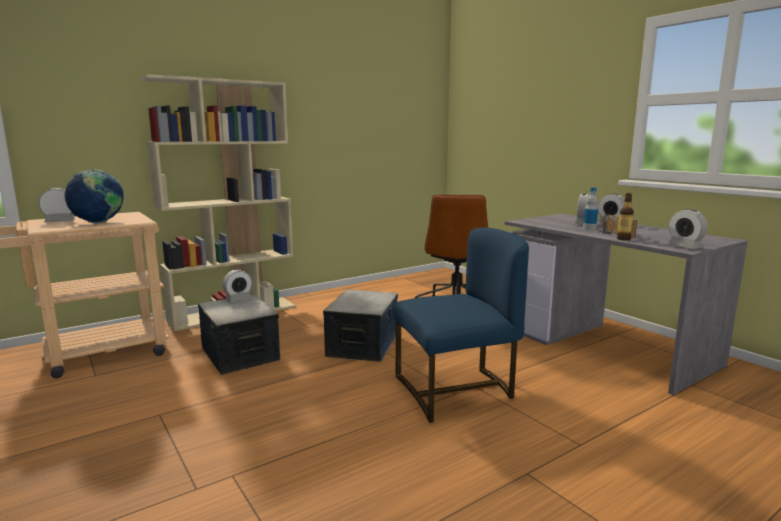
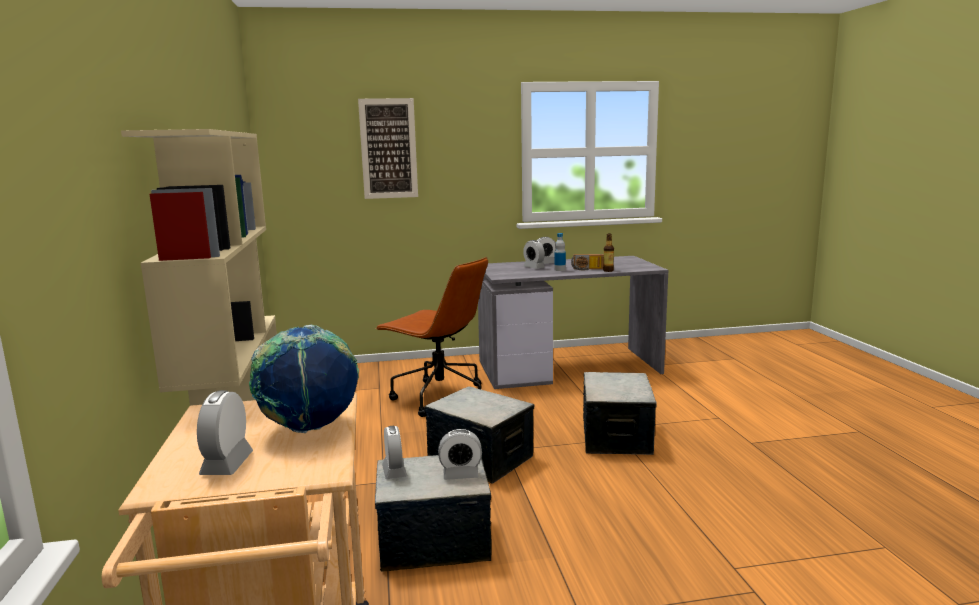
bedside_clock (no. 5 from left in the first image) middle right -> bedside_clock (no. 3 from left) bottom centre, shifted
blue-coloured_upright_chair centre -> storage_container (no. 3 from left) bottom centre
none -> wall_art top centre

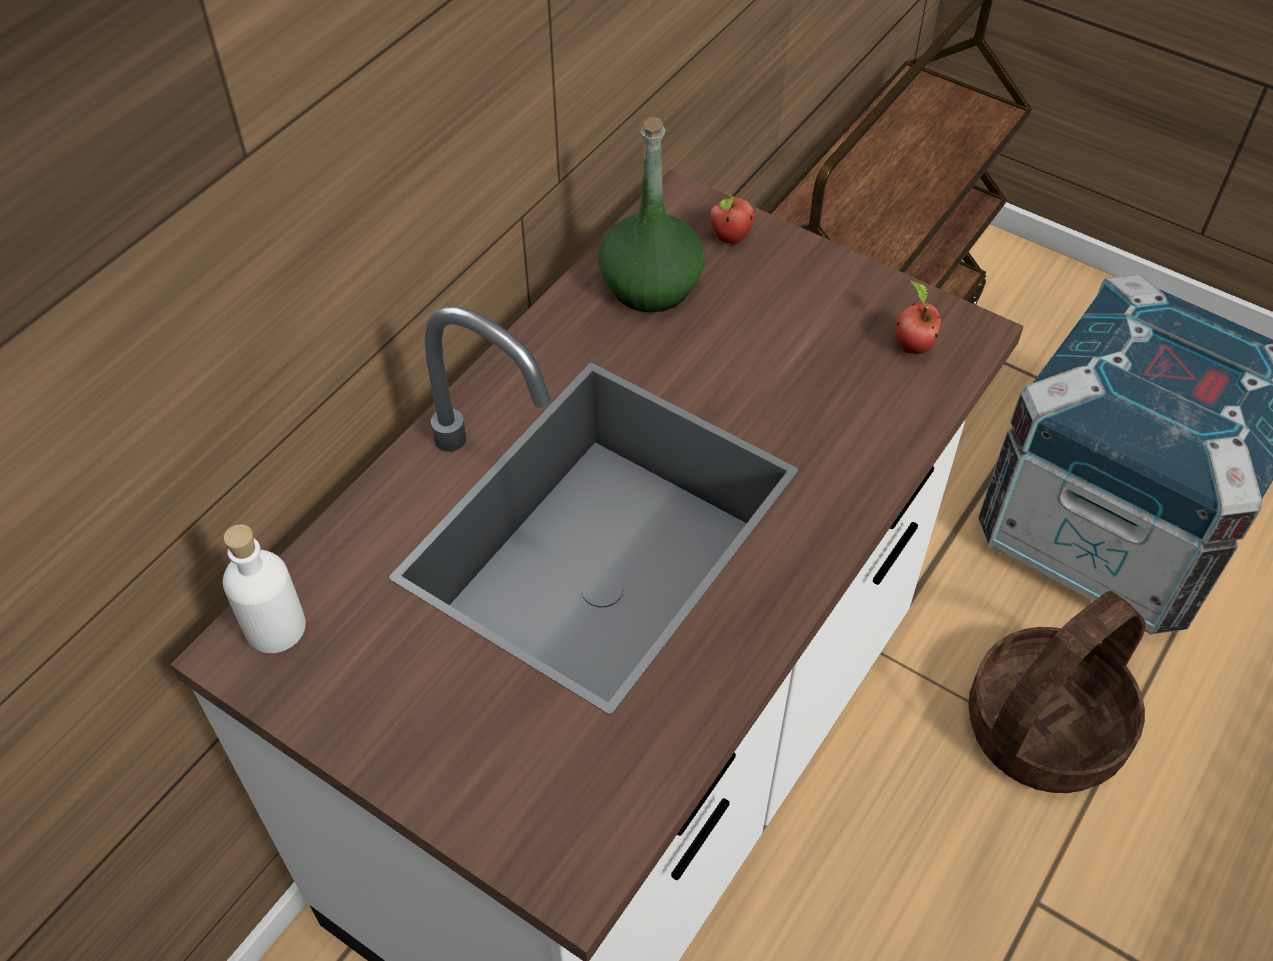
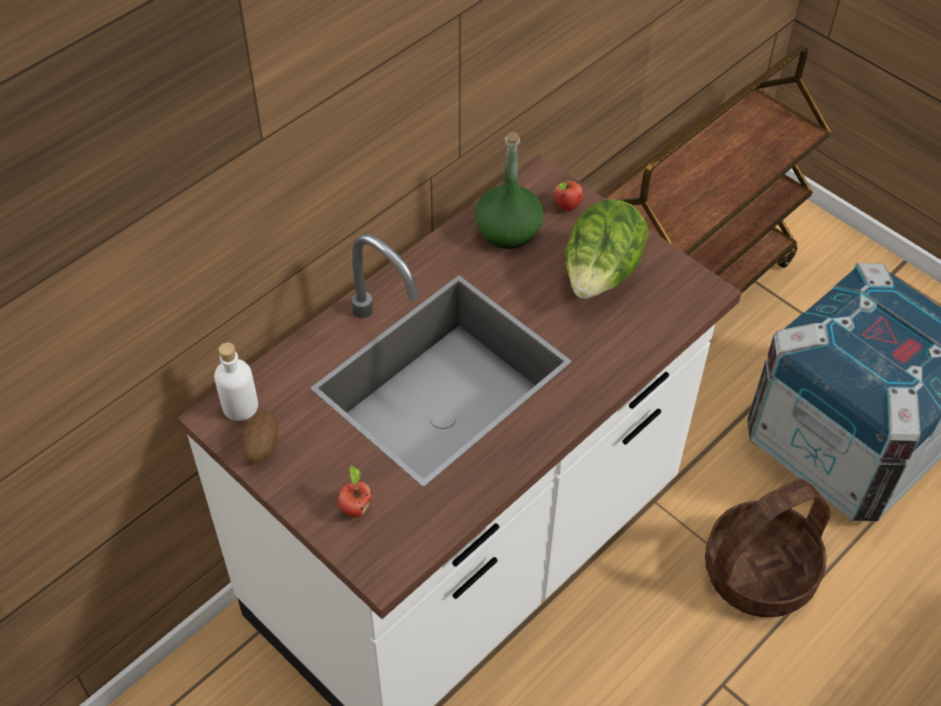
apple (no. 2 from left in the first image) top right -> apple (no. 1 from left) bottom centre, shifted
none -> lettuce_head centre
none -> whole_potato middle left

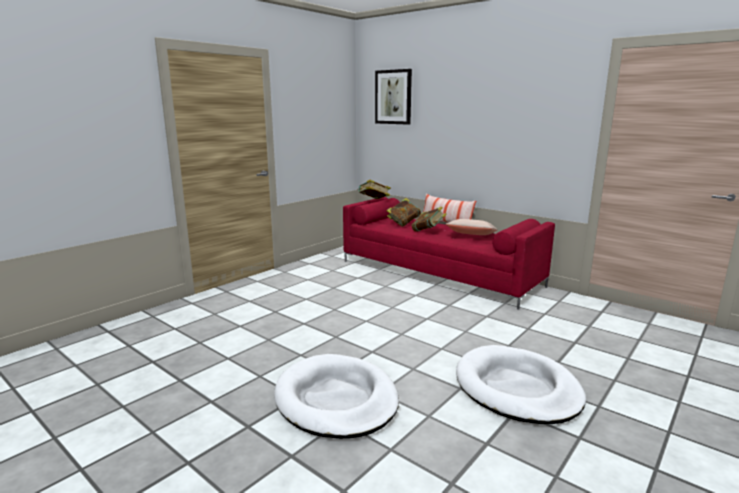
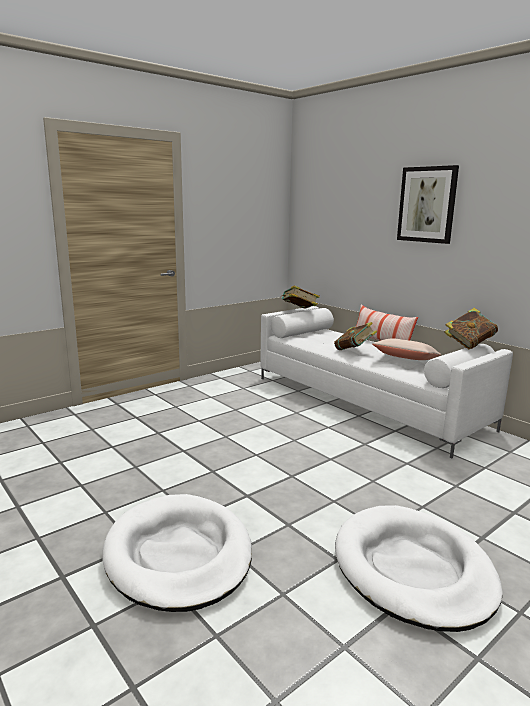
wall_art top centre -> wall_art top right, shifted
red-coloured_couch centre -> white-coloured_couch middle right
book (no. 2 from left in the first image) centre -> book (no. 3 from left) middle right, shifted

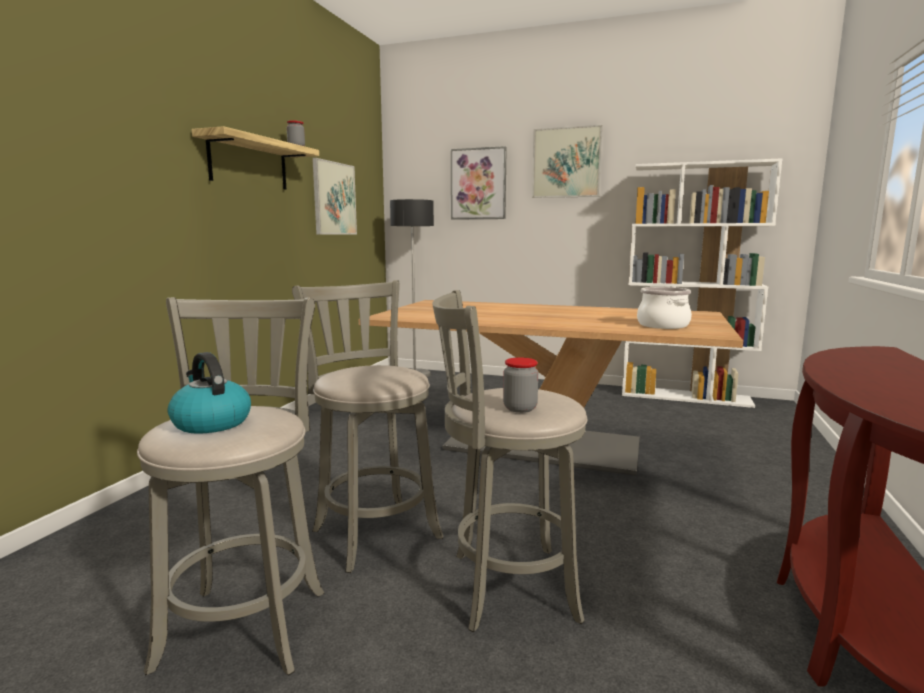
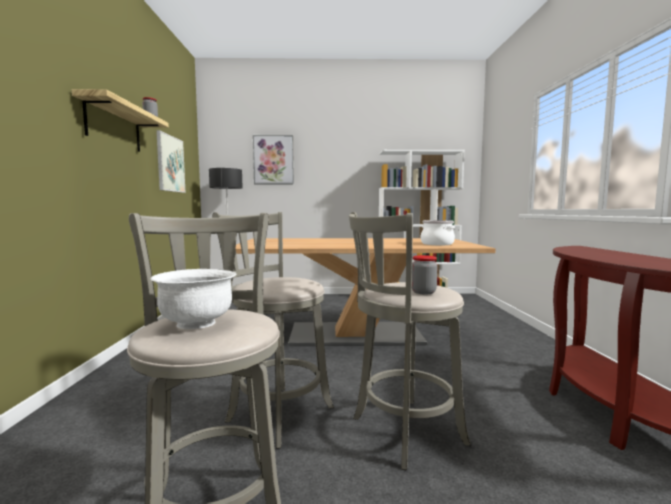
wall_art (no. 3 from left) top centre -> none
water_kettle middle left -> white-coloured_bowl middle left

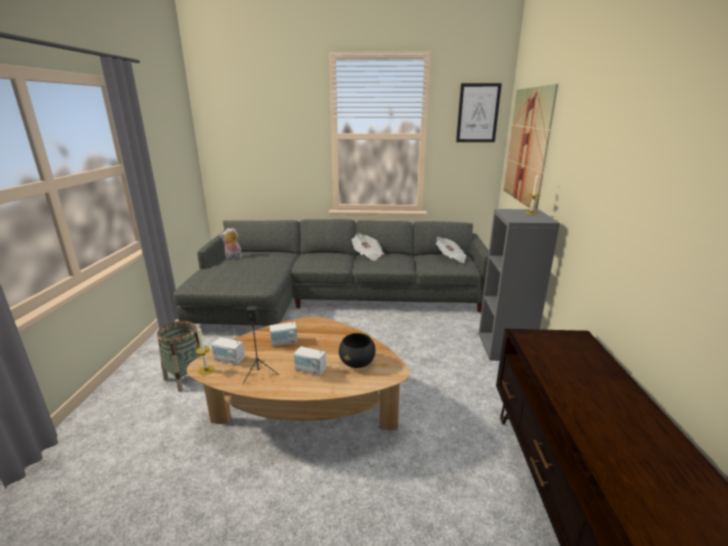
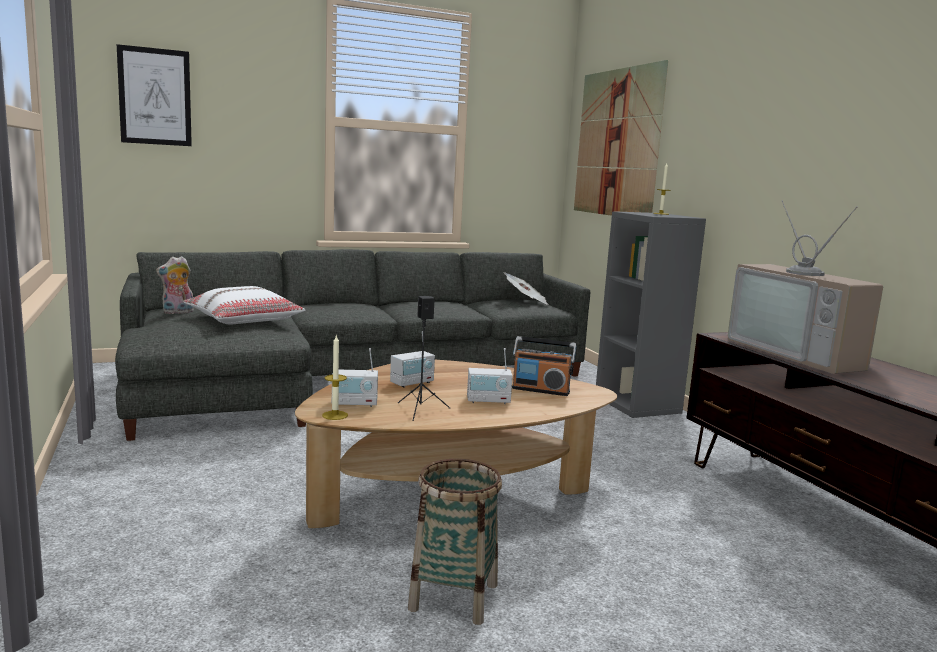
wall_art (no. 1 from left) top centre -> wall_art (no. 1 from left) top left, shifted
newspaper (no. 1 from left) centre -> none
storage_basket middle left -> storage_basket bottom centre, shifted
black_bowl centre -> radio (no. 4 from left) centre
none -> television middle right
none -> white-coloured_throw_pillow middle left

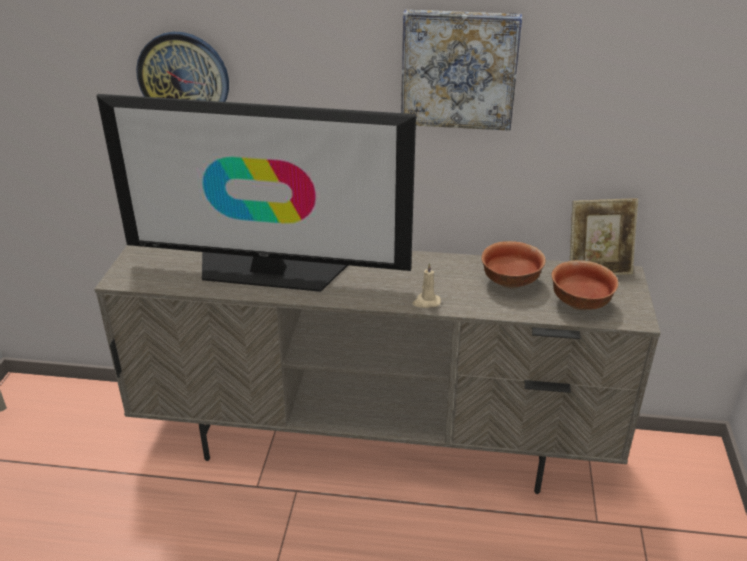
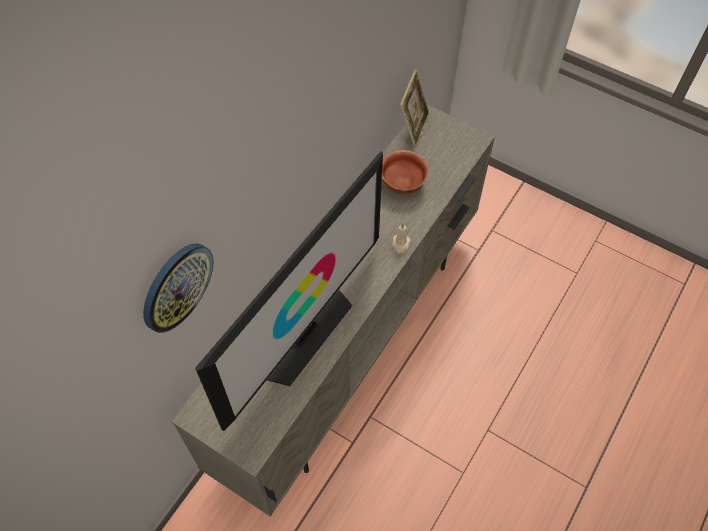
wall_art top centre -> none
bowl (no. 2 from left) middle right -> none

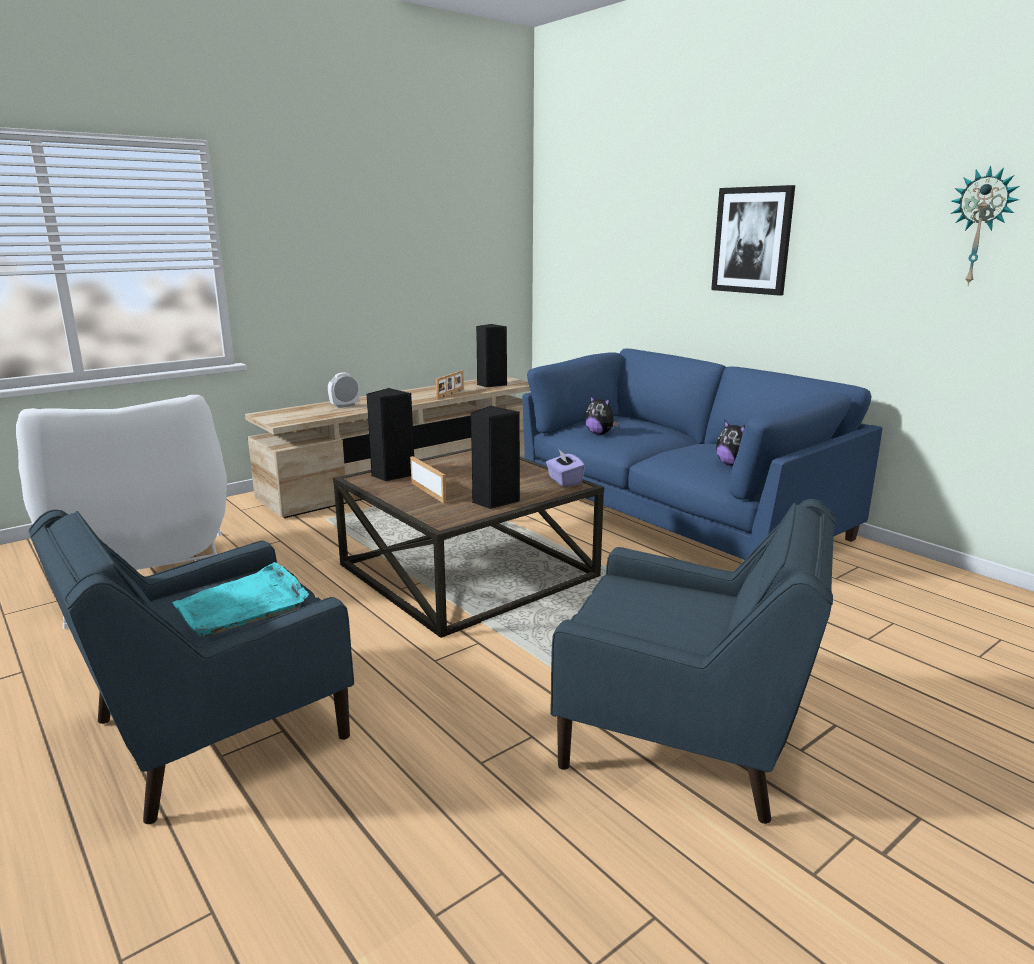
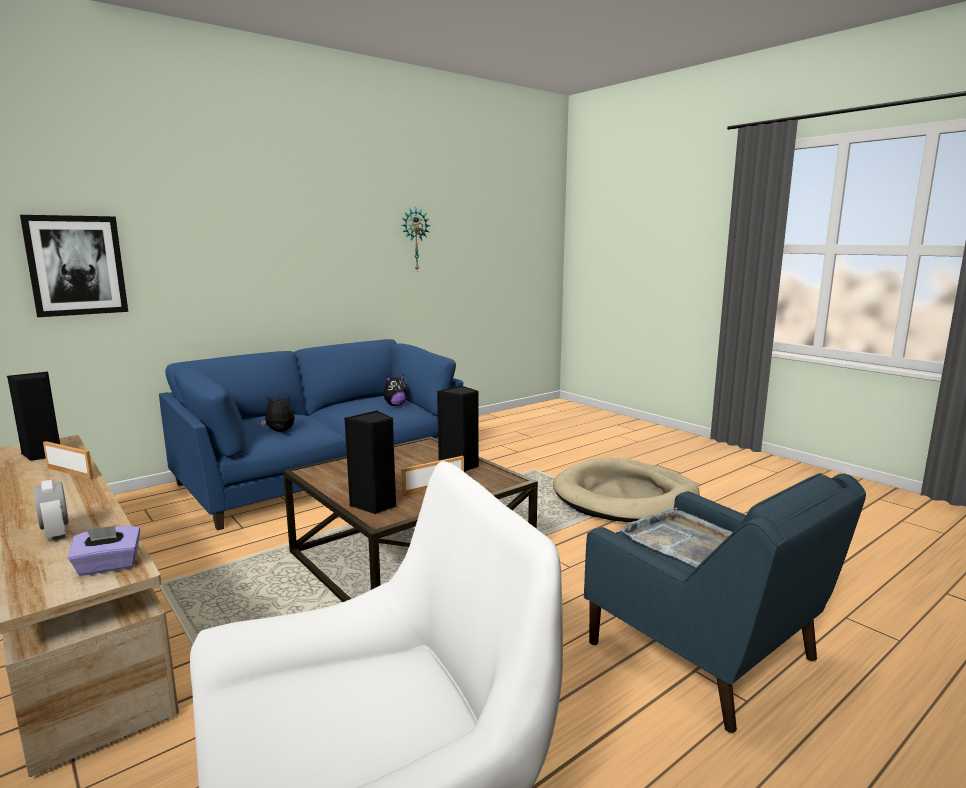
wall_art top right -> wall_art middle left, shifted
soft_toy (no. 1 from left) centre -> soft_toy (no. 1 from left) middle left, 135 degrees counterclockwise
purplish_tissue_box centre -> purplish_tissue_box bottom left, shifted
blue-coloured_armchair (no. 2 from left) bottom right -> beige_dog_bed centre
turquoise_tray middle left -> greyish_tray bottom right

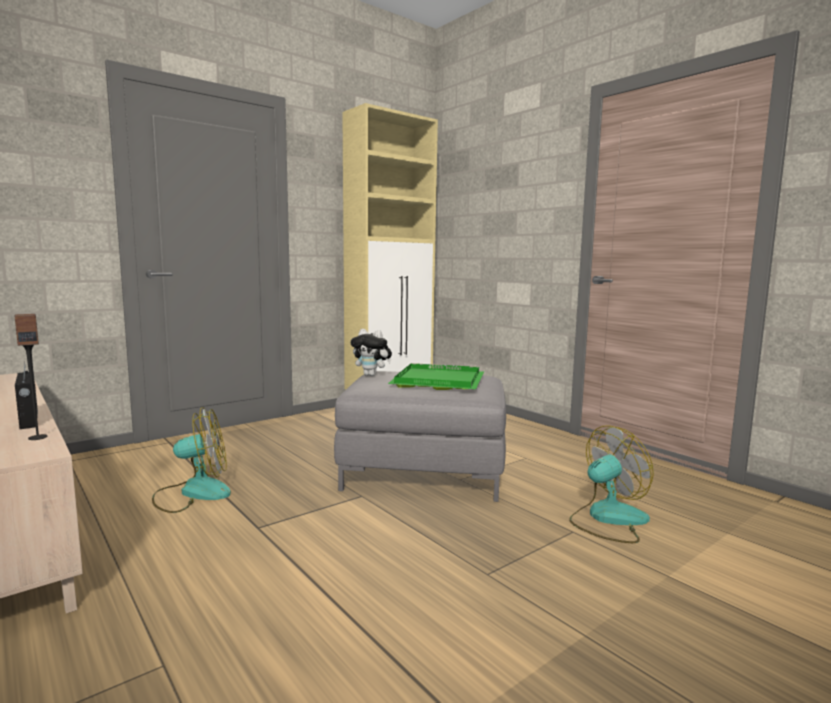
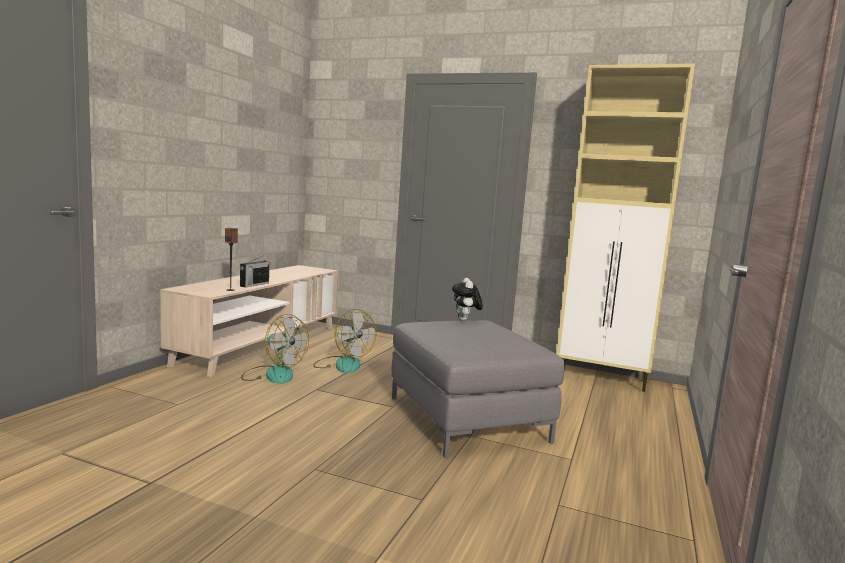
green_tray centre -> none
fan (no. 2 from left in the first image) bottom right -> fan (no. 1 from left) middle left, shifted

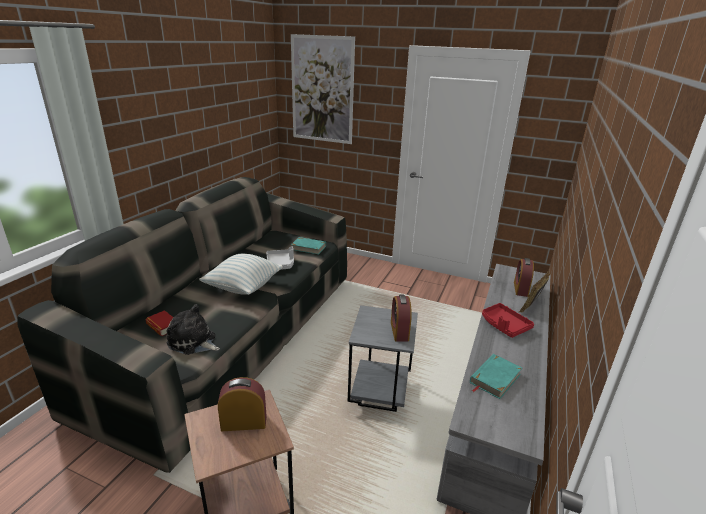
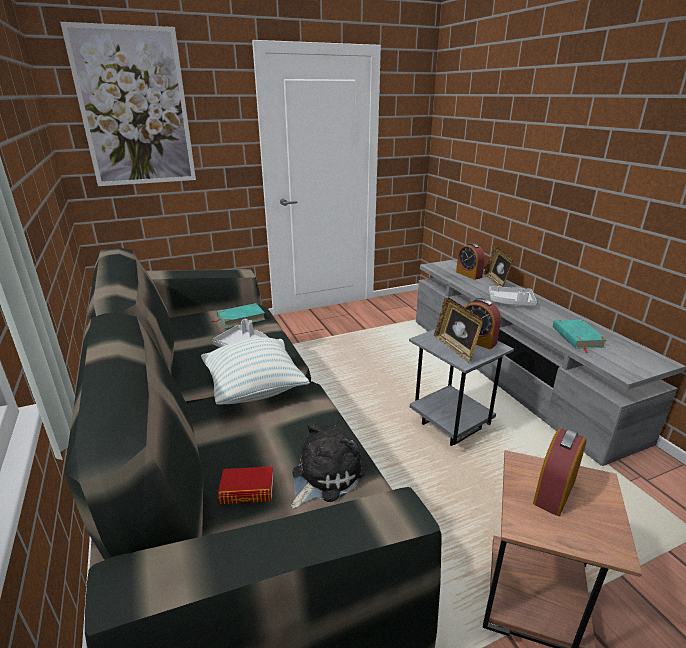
red-coloured_tray middle right -> greyish_tray (no. 2 from left) middle right
soft_toy middle left -> soft_toy bottom centre, 150 degrees clockwise
none -> photo_frame (no. 1 from left) middle right

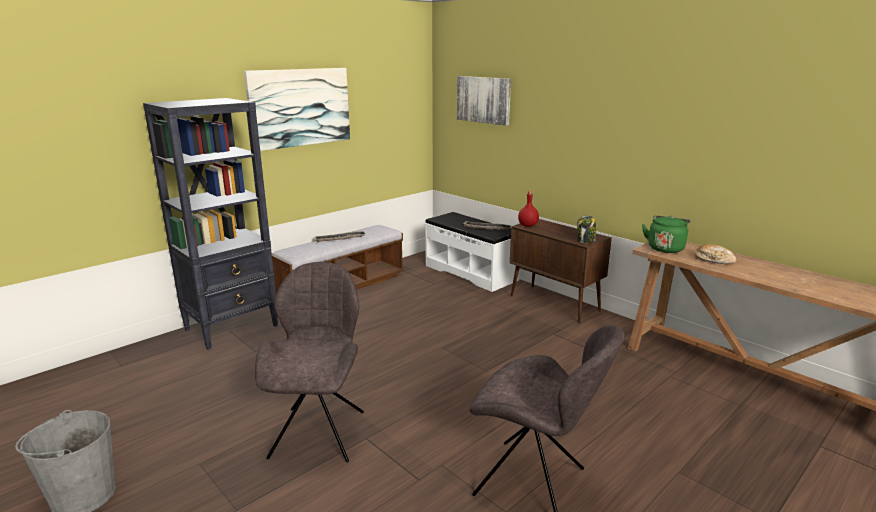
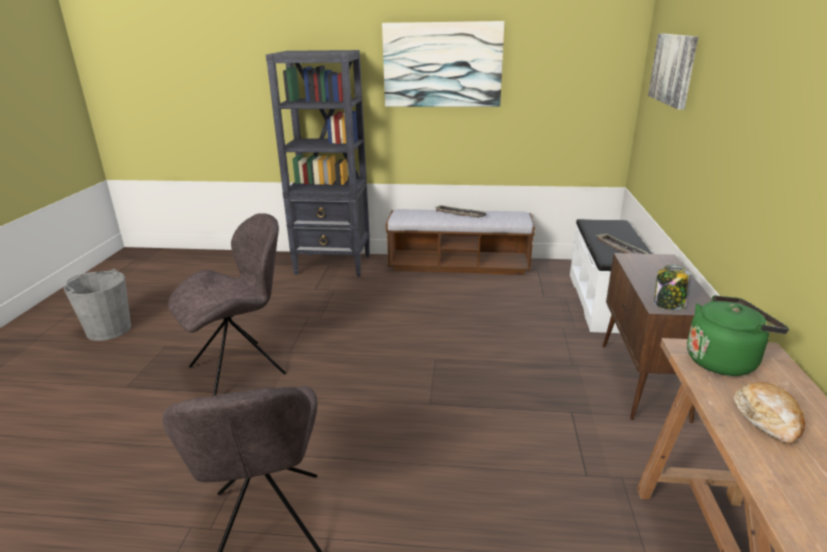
red-coloured_beverage_bottle centre -> none

